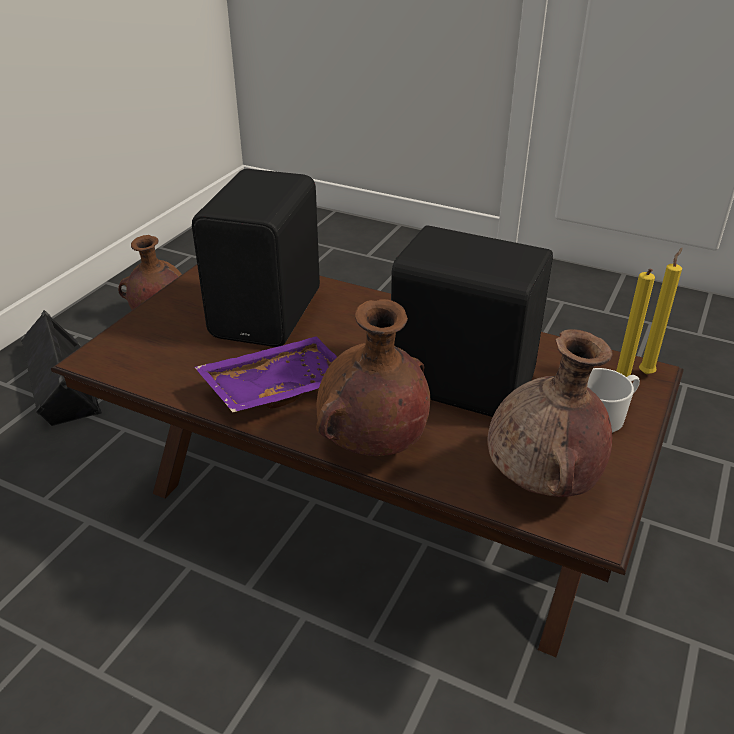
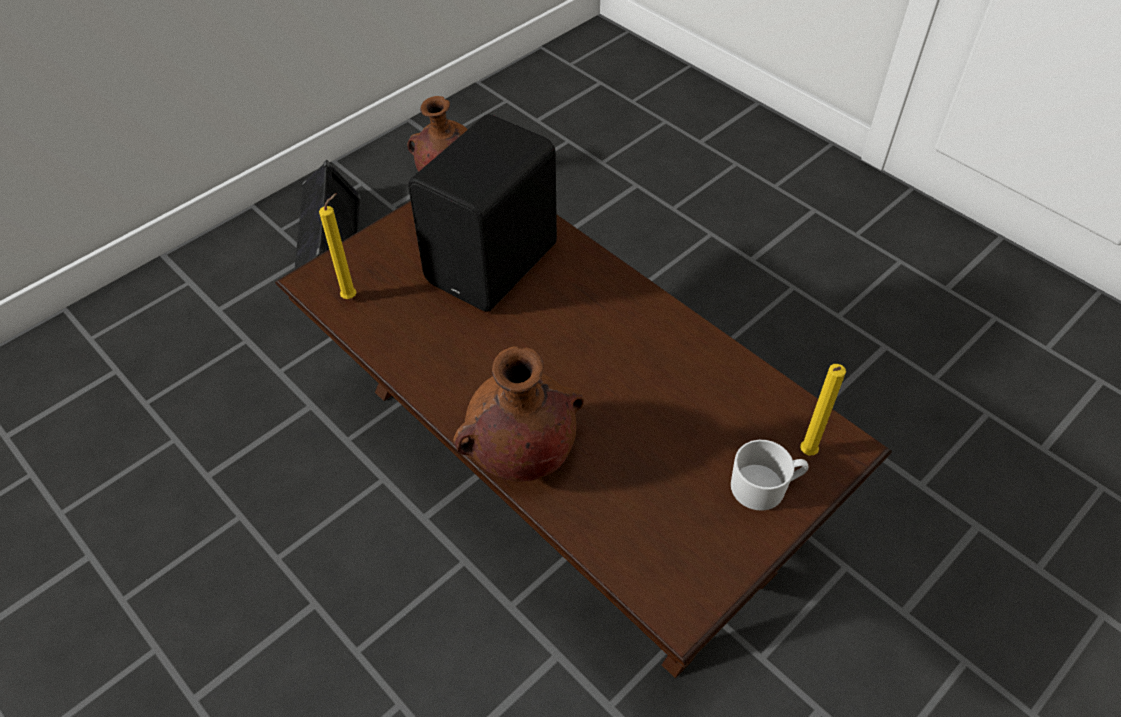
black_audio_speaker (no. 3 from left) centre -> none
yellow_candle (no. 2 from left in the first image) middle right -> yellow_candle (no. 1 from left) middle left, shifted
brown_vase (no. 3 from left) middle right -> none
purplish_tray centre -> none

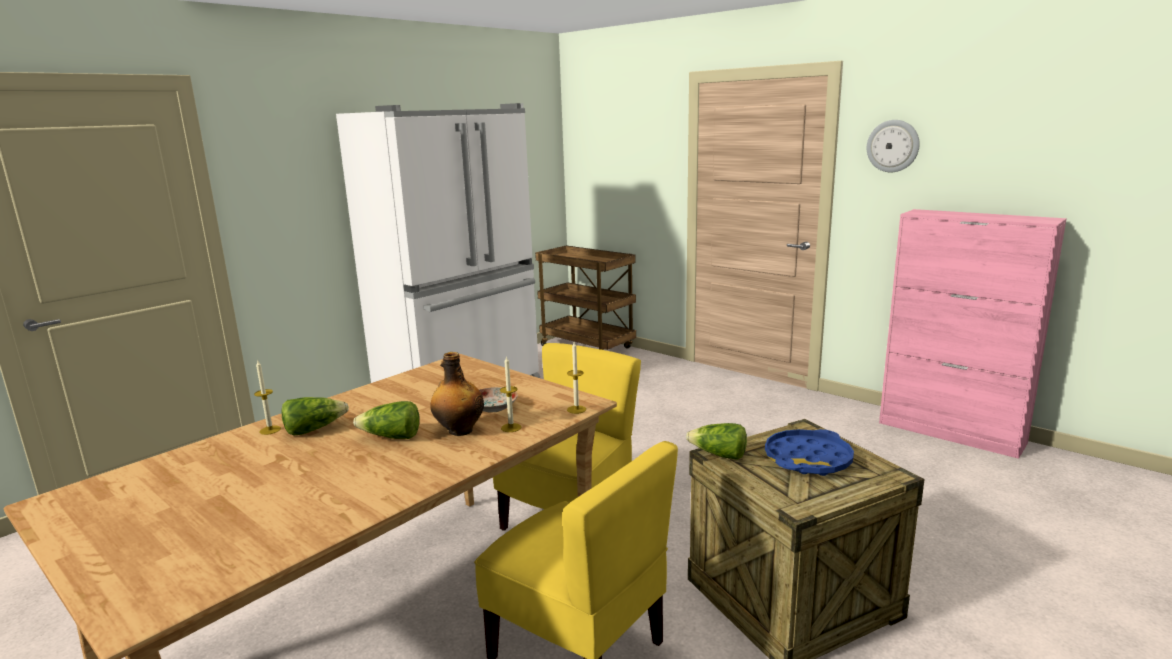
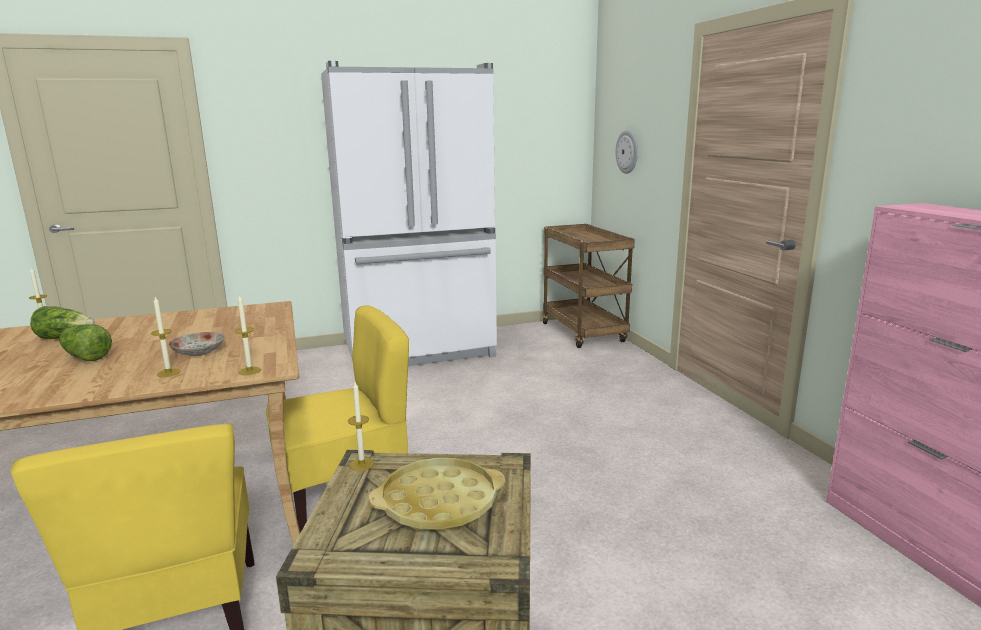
wall_clock top right -> wall_clock top centre, shifted
beverage_bottle centre -> none
lettuce_head (no. 3 from left) bottom centre -> candle (no. 4 from left) bottom centre
blue-coloured_tray bottom right -> yellow_tray bottom centre

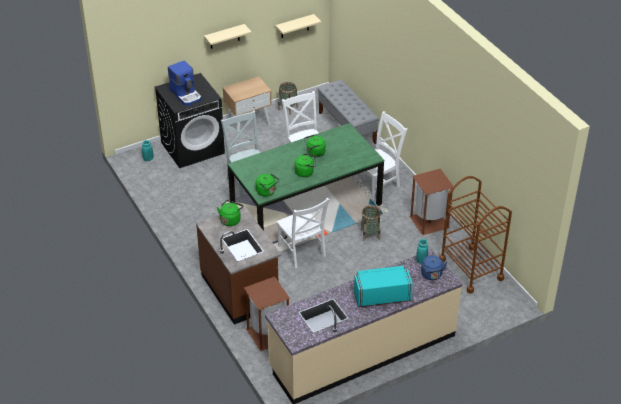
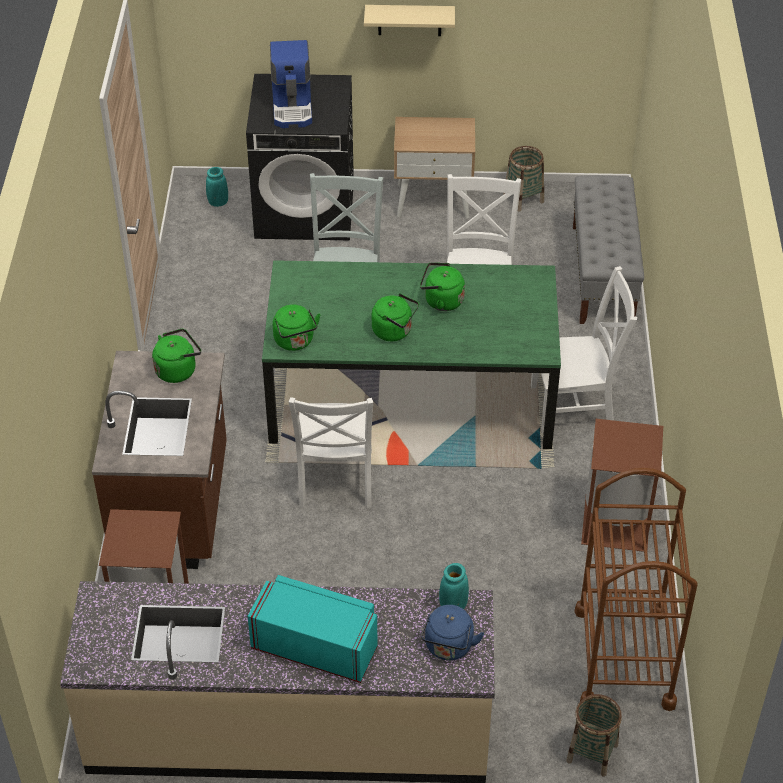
beige_bracket_shelf (no. 2 from left) top centre -> none
storage_basket (no. 2 from left) centre -> storage_basket (no. 2 from left) bottom right, shifted

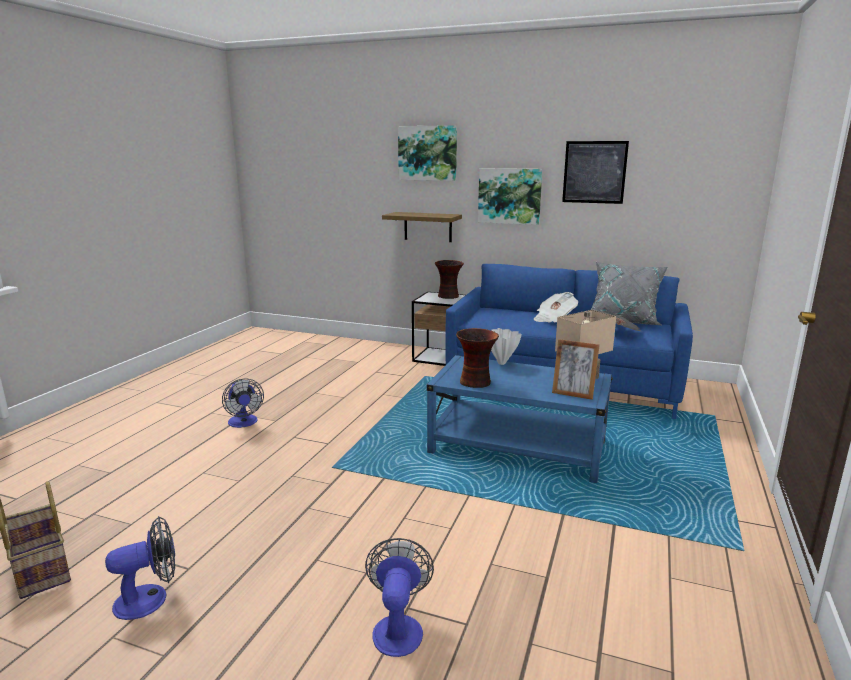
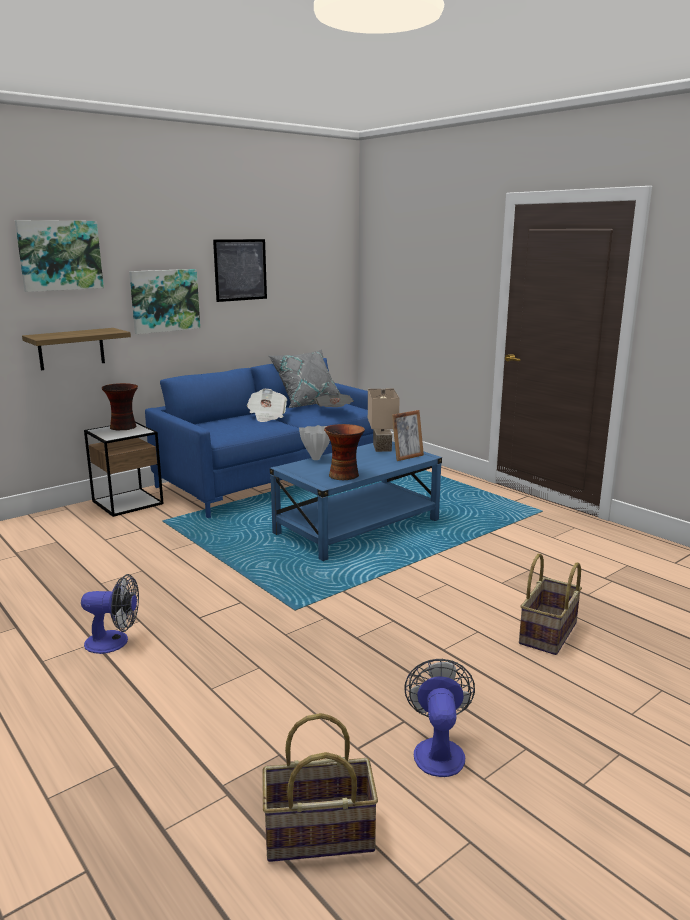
fan (no. 3 from left) bottom centre -> storage_basket (no. 2 from left) middle right

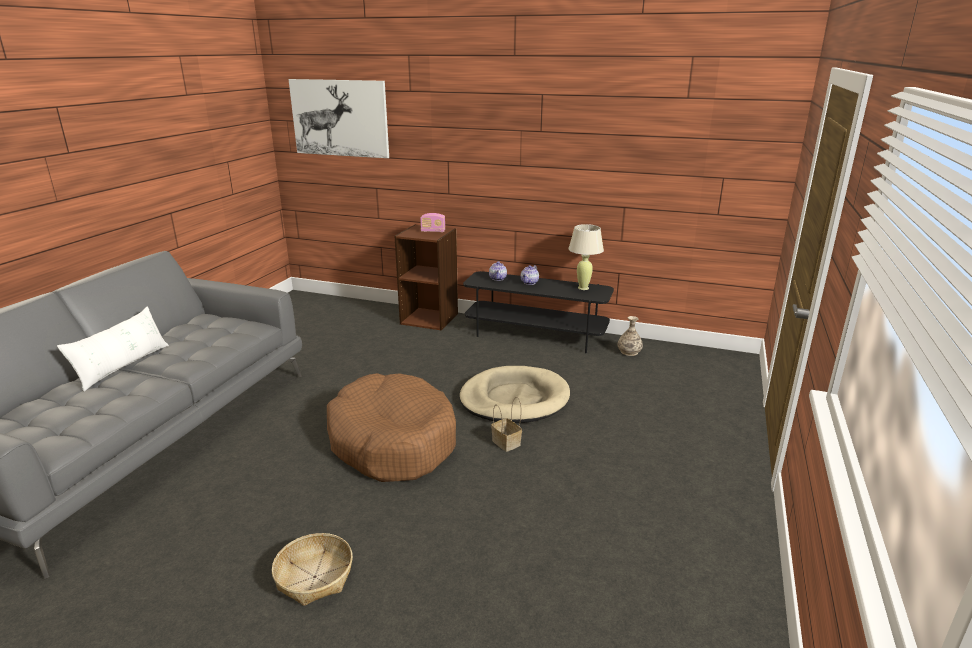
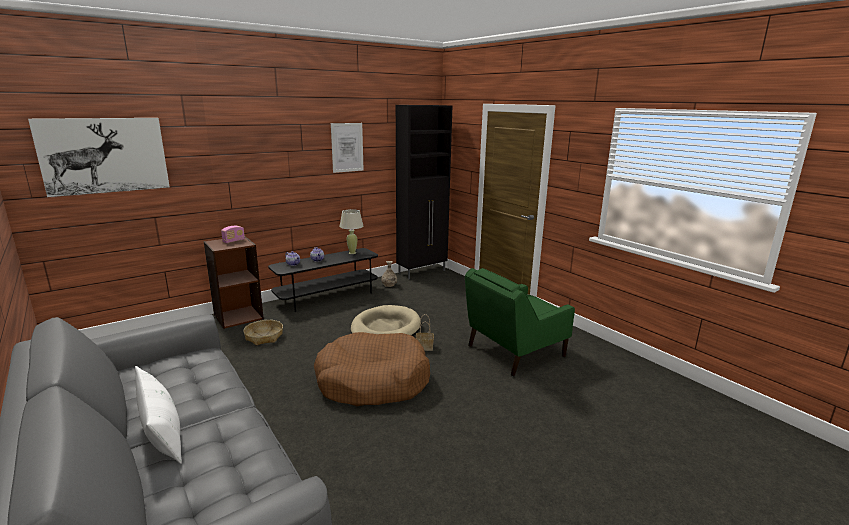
storage_basket (no. 1 from left) bottom left -> storage_basket (no. 1 from left) middle left, shifted
none -> black_cabinet centre
none -> wall_art (no. 2 from left) top centre
none -> green_armchair centre

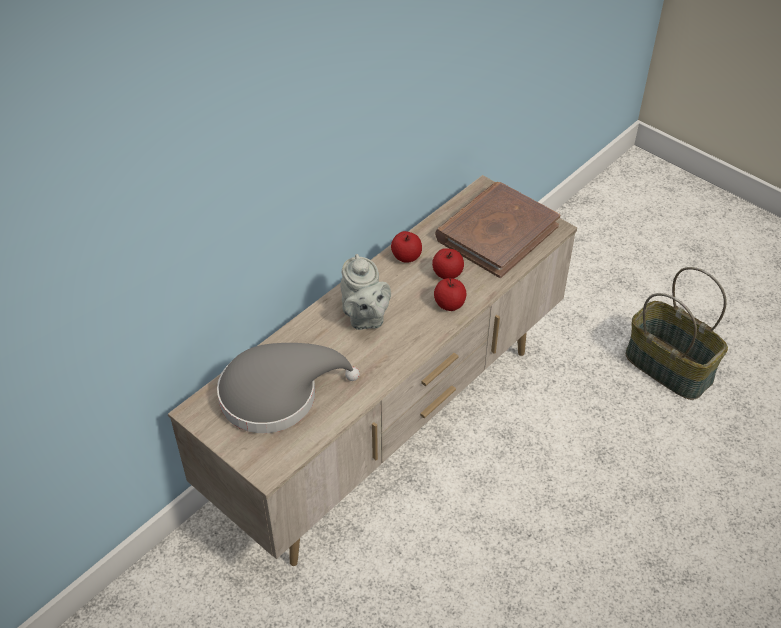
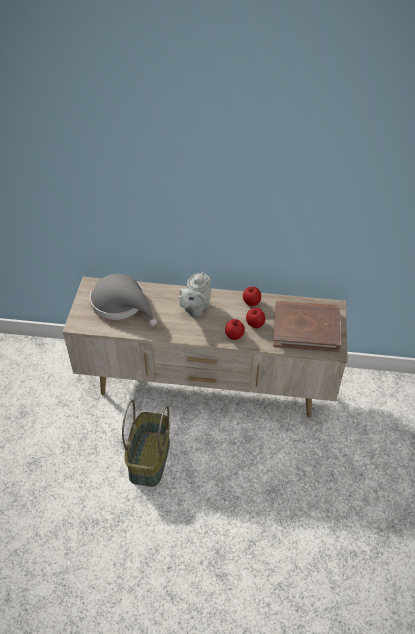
storage_basket middle right -> storage_basket bottom centre, shifted

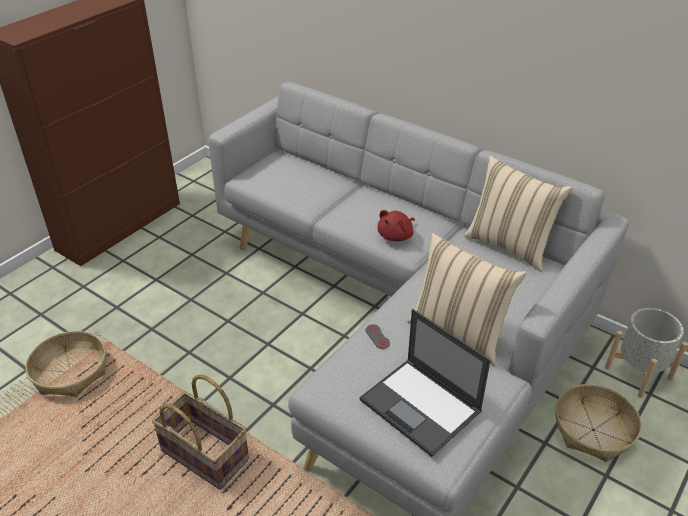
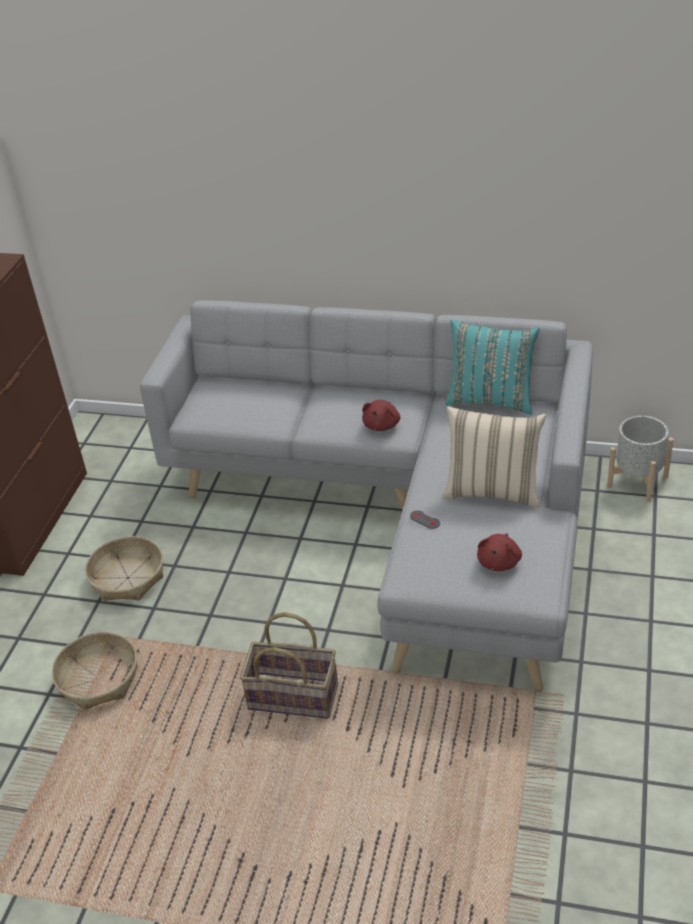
beige_throw_pillow (no. 2 from left) middle right -> turquoise_throw_pillow middle right
laptop bottom centre -> red-coloured_soft_toy (no. 2 from left) middle right
storage_basket (no. 3 from left in the first image) bottom right -> storage_basket (no. 2 from left) middle left, shifted

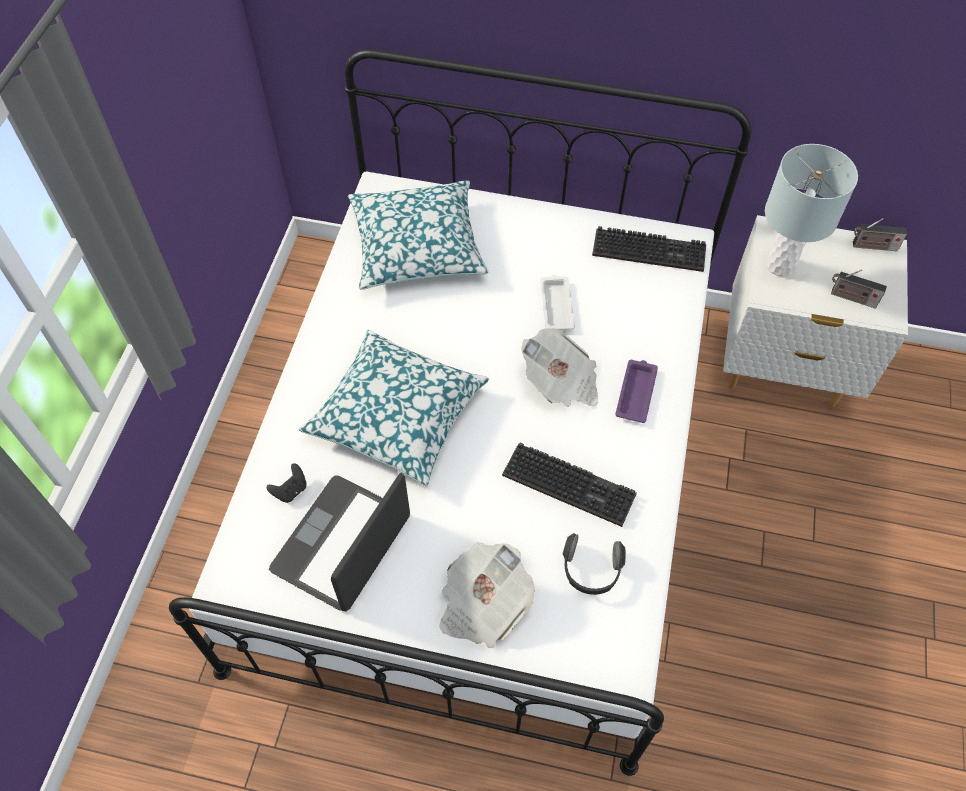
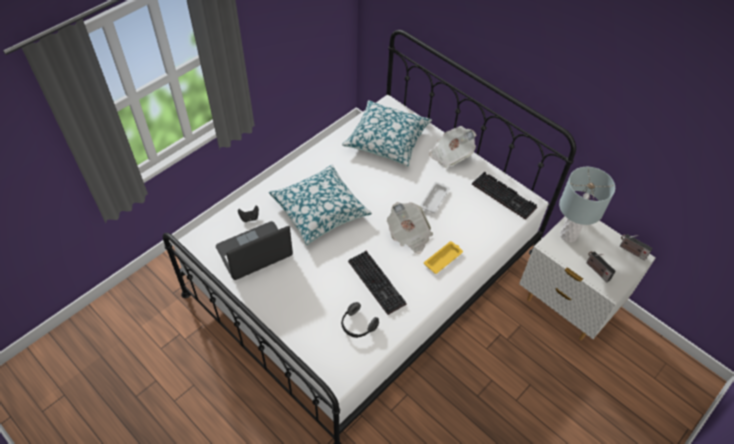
purplish_tray centre -> yellow_tray centre
newspaper (no. 1 from left in the first image) bottom centre -> newspaper (no. 2 from left) top centre, shifted

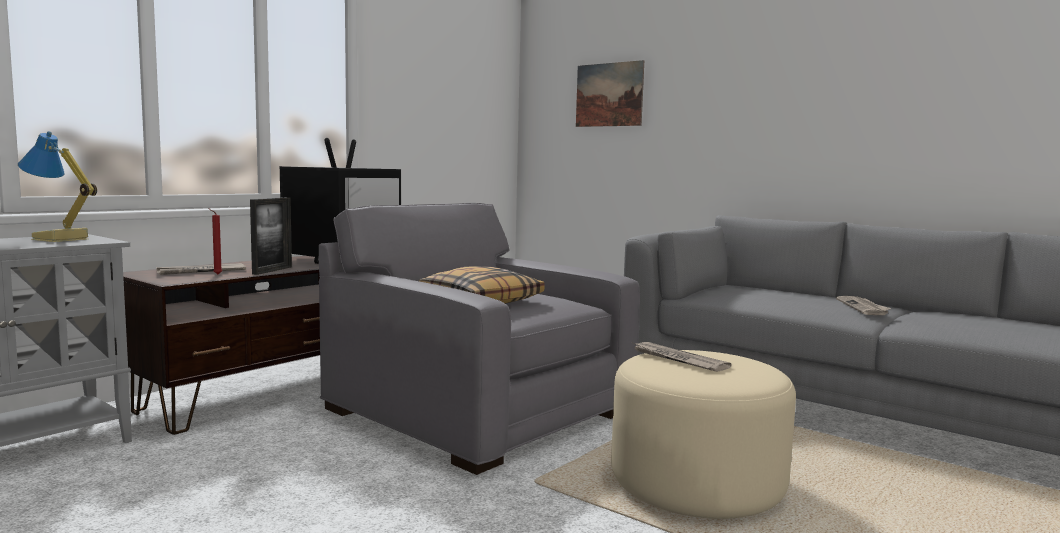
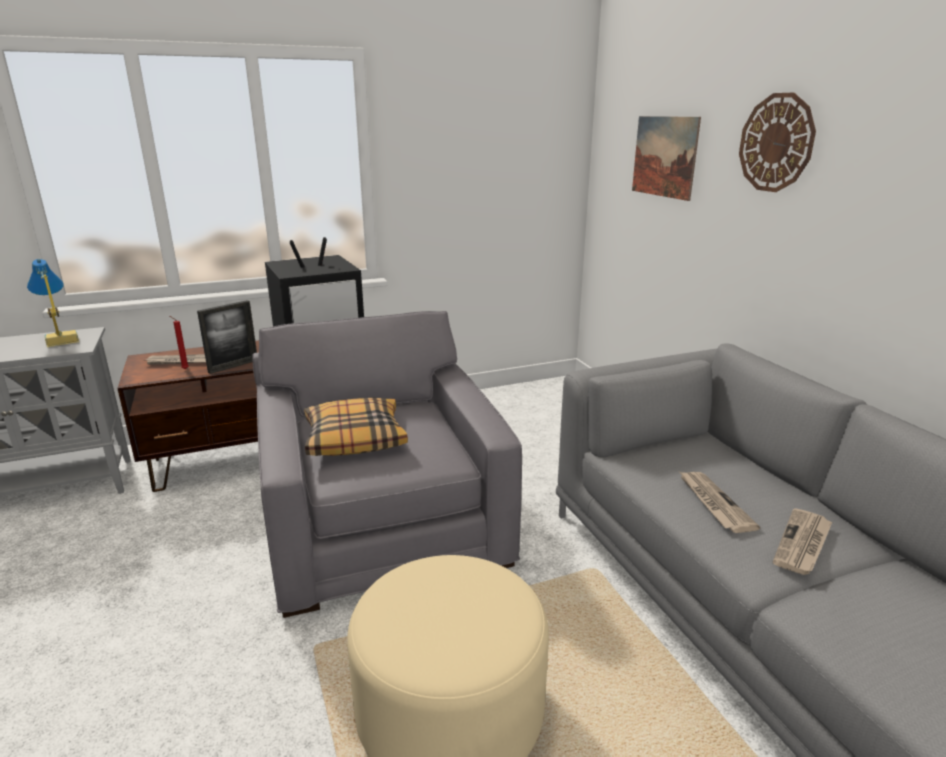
newspaper (no. 2 from left) bottom centre -> newspaper (no. 2 from left) middle right, shifted
none -> wall_clock top right

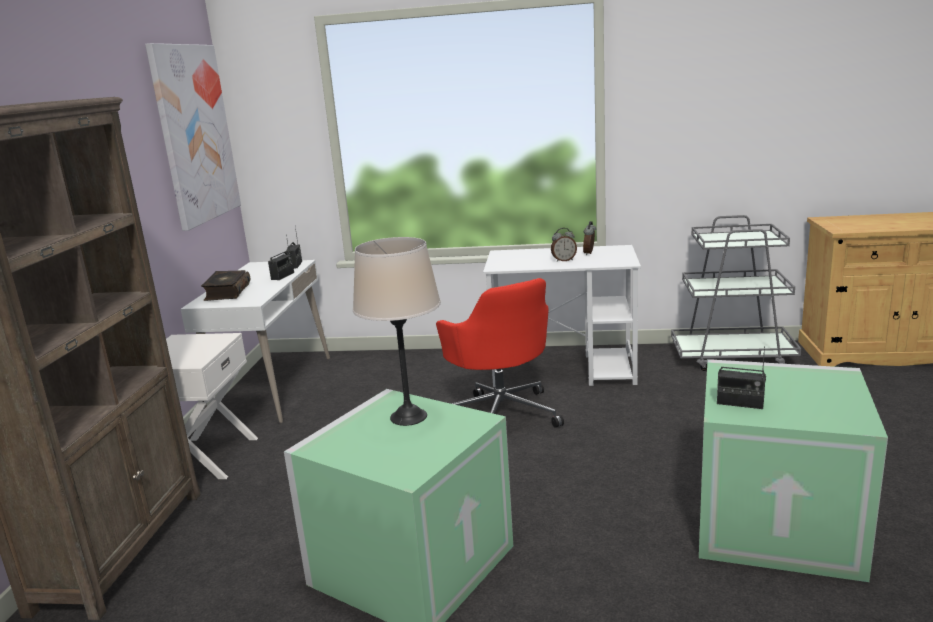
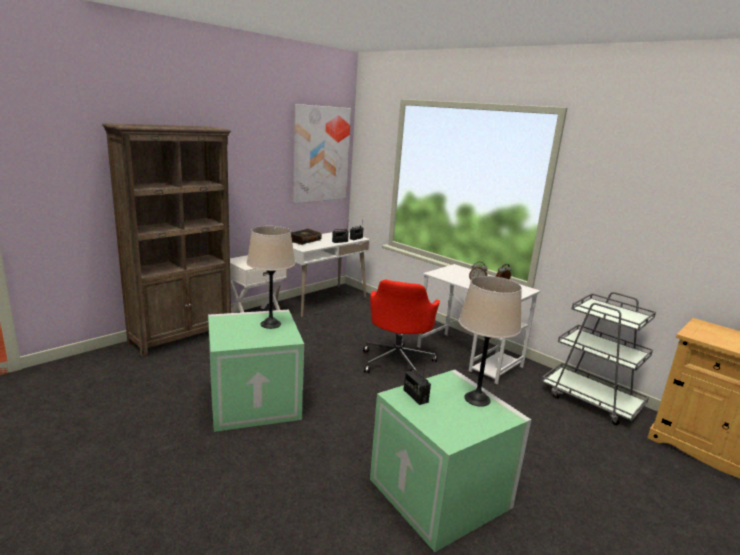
none -> beige_table_lamp (no. 2 from left) centre

